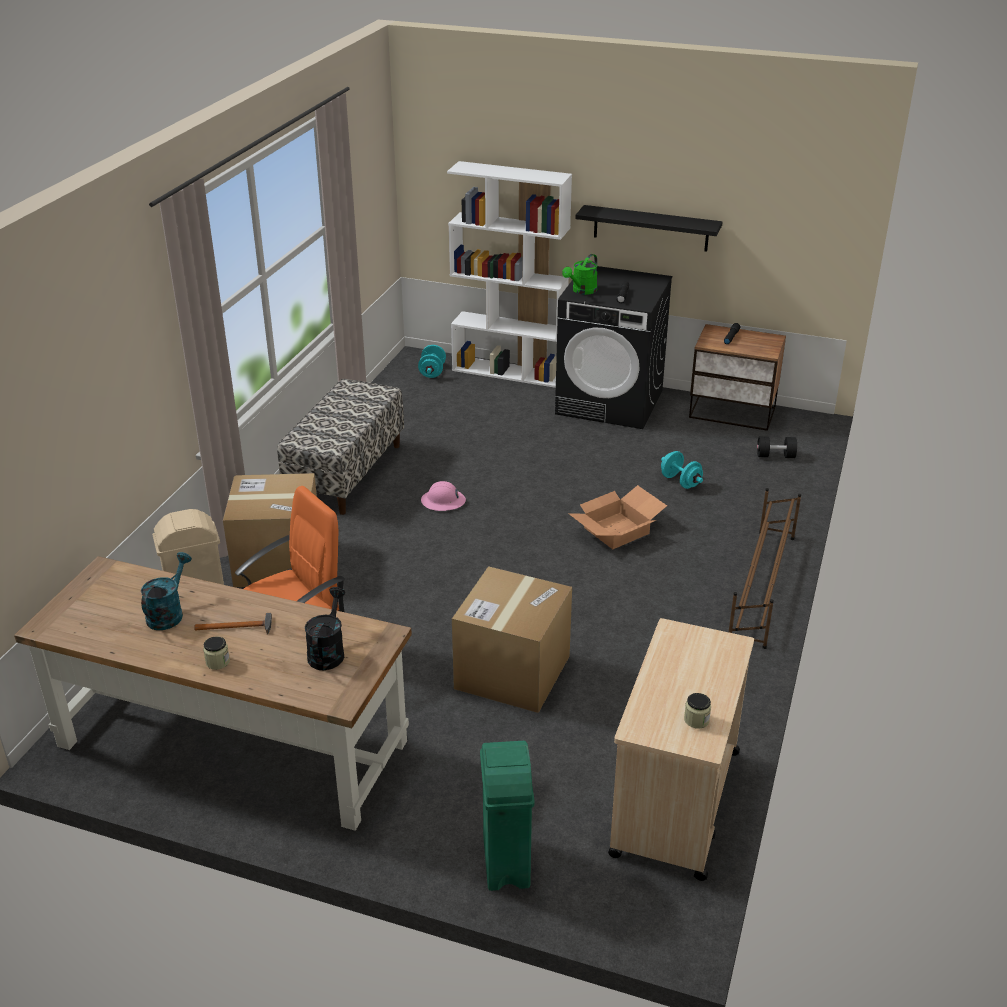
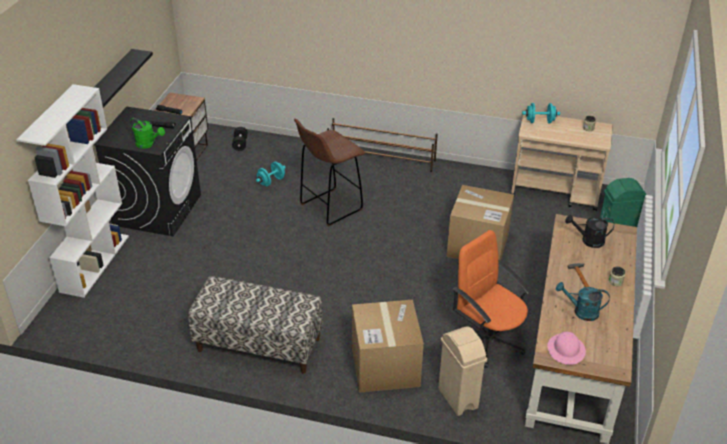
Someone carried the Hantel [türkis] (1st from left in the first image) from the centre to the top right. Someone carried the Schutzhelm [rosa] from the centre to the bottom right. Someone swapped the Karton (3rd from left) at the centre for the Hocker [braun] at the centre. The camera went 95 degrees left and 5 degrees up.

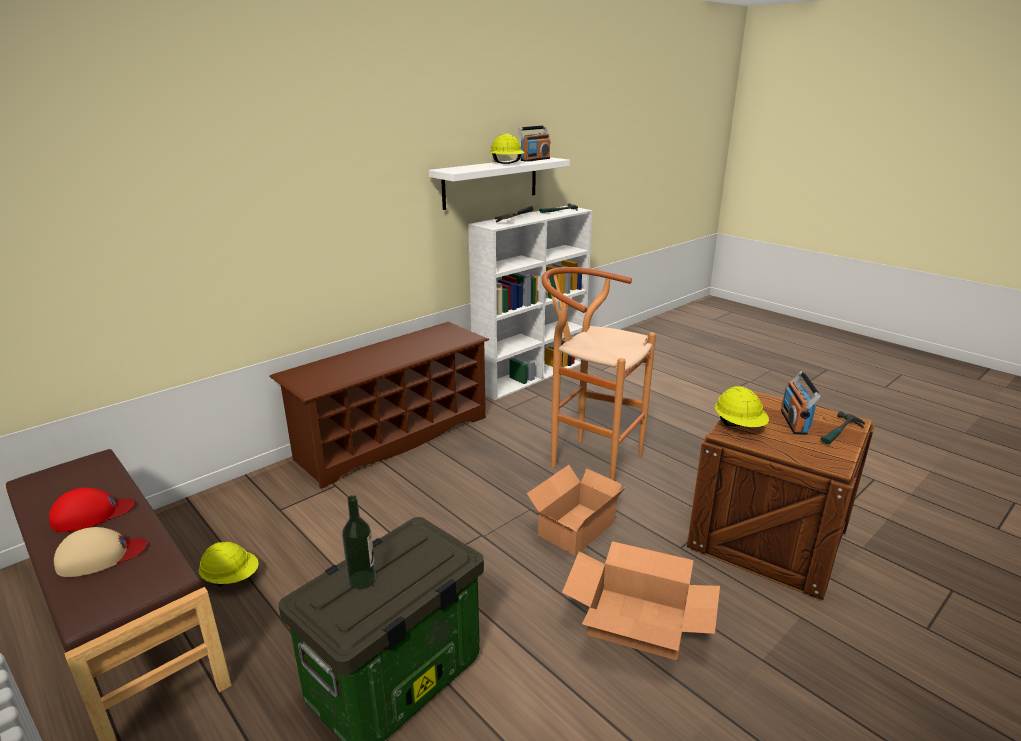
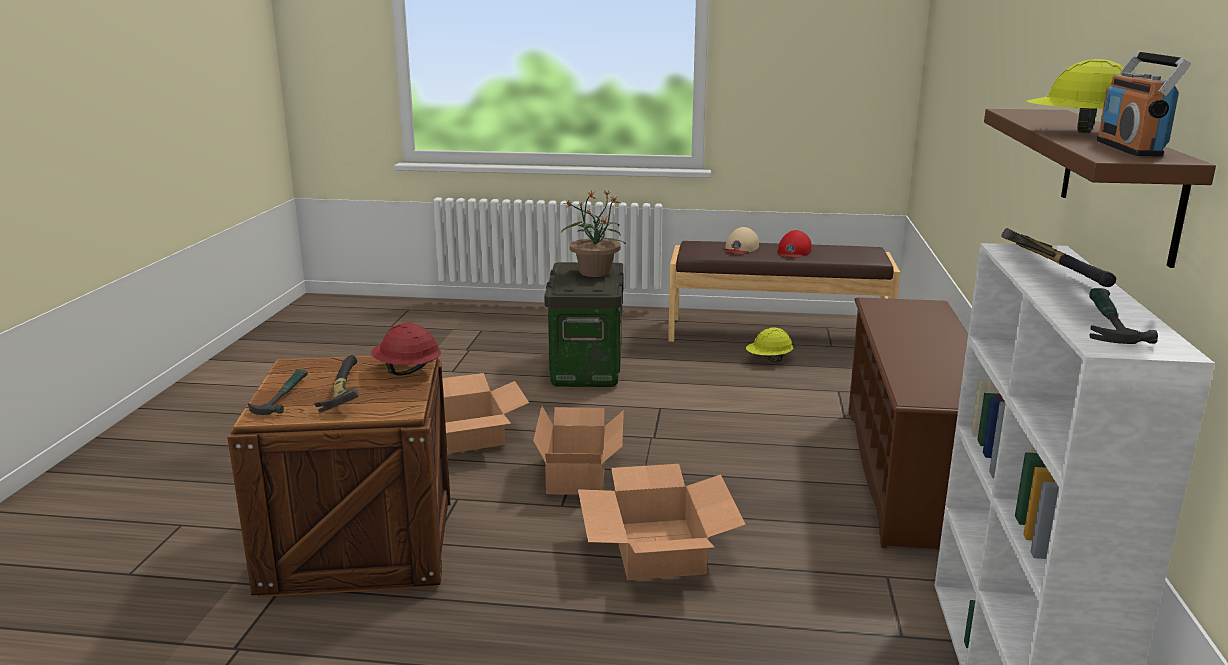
Someone swapped the Flasche at the bottom centre for the Topfpflanze at the centre. Someone repainted the Wandregal [weiß] at the top centre, which became the Wandregal [braun] at the top right. Someone swapped the Hocker [braun] at the centre for the Karton (3rd from left) at the bottom centre. Someone repainted the Schutzhelm [gelb] (3rd from left) at the middle right, which became the Schutzhelm [rot] at the middle left. Someone swapped the Radio (2nd from left) at the middle right for the Hammer (2nd from left) at the middle left. The camera went 140 degrees right and 5 degrees down.

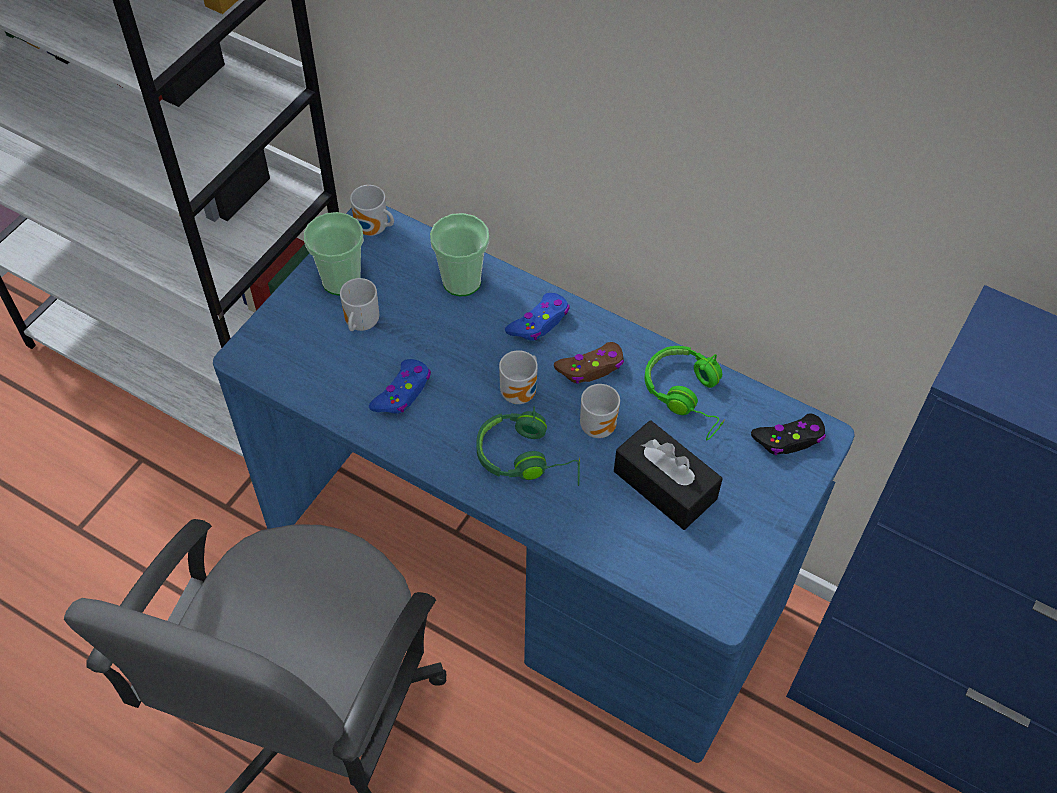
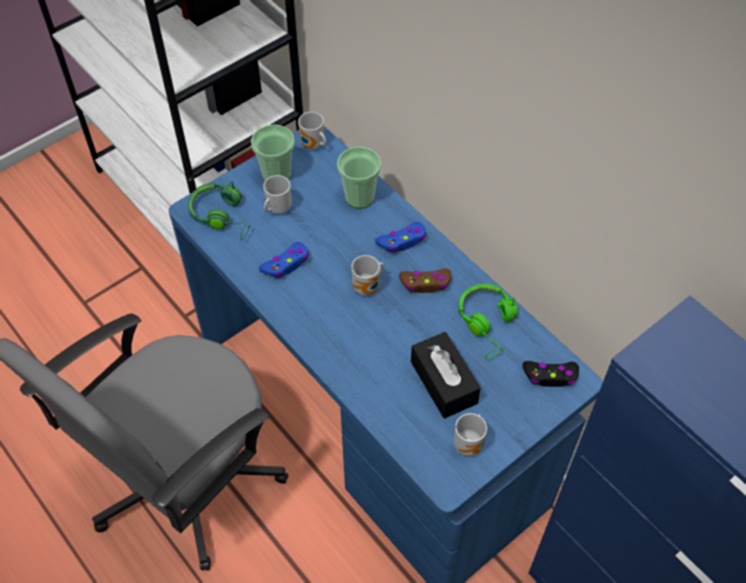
Someone carried the Kopfhörer [grün] (1st from left) from the centre to the middle left. Someone carried the Henkelbecher (4th from left) from the centre to the bottom centre. The camera went 20 degrees right and 0 degrees up.

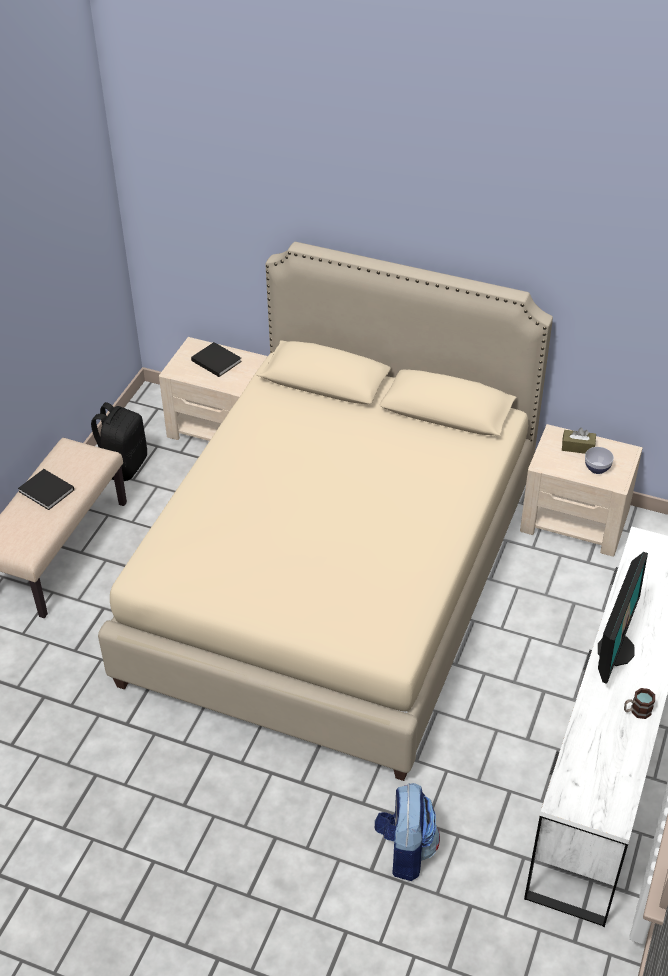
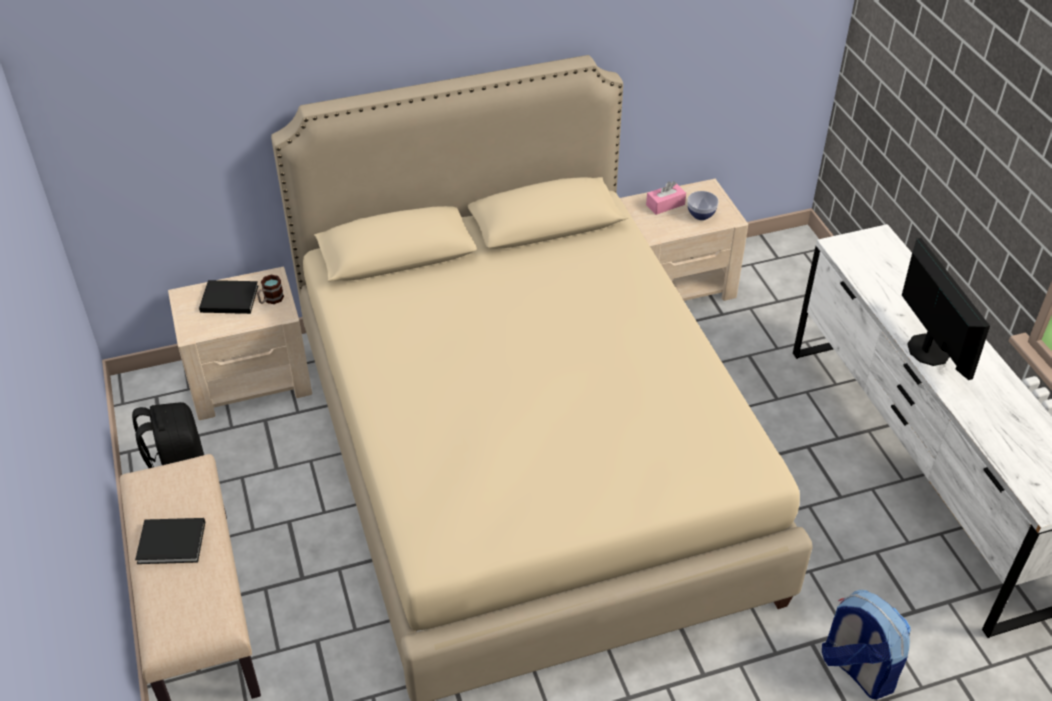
Someone repainted the Taschentuchbox [braun] at the middle right, which became the Taschentuchbox [rosa] at the top centre. Someone carried the Henkelbecher from the bottom right to the middle left. The camera went 40 degrees left and 0 degrees up.

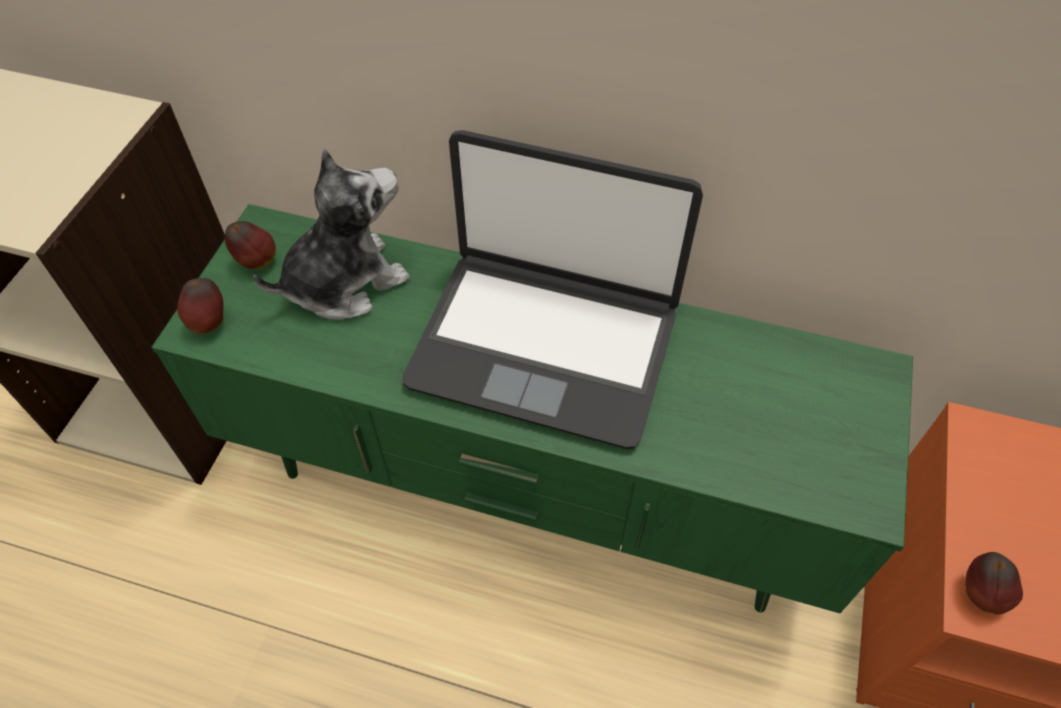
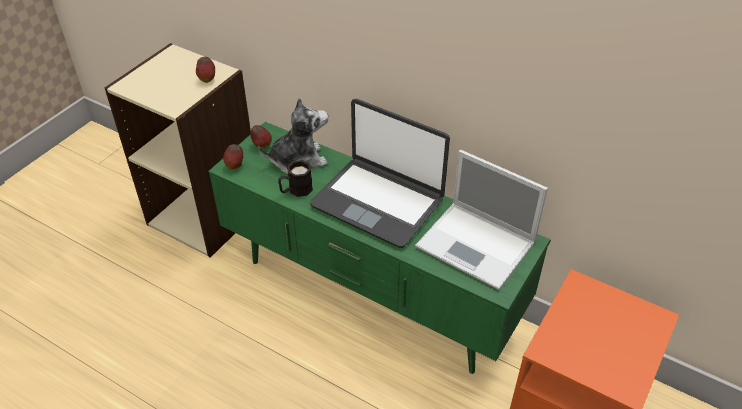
Someone carried the Apfel (3rd from left in the first image) from the bottom right to the top left. Someone put down the Henkelbecher [schwarz] at the centre. Someone put down the Laptop (2nd from left) at the centre. The camera went 15 degrees right and 10 degrees down.

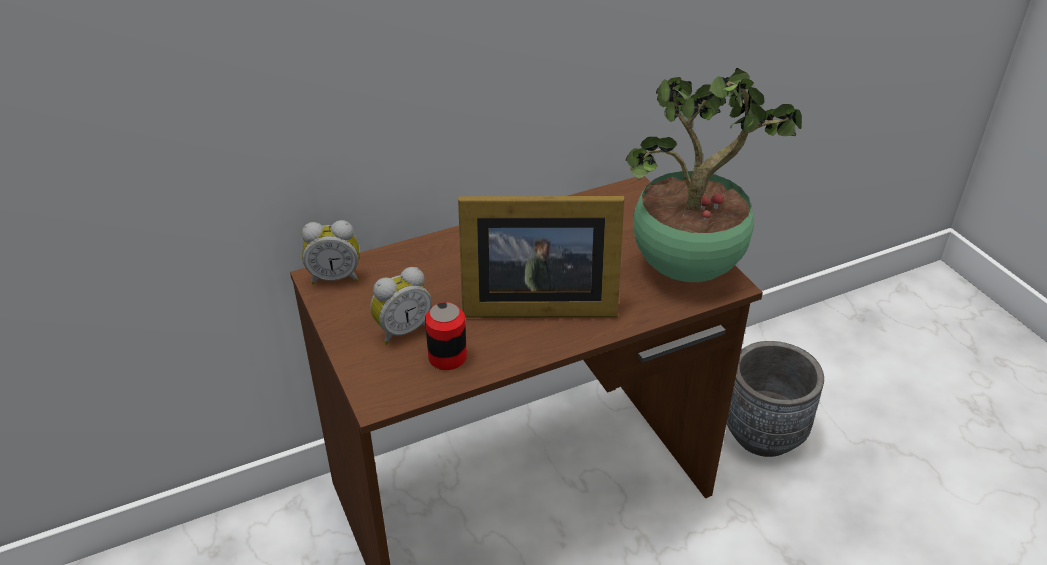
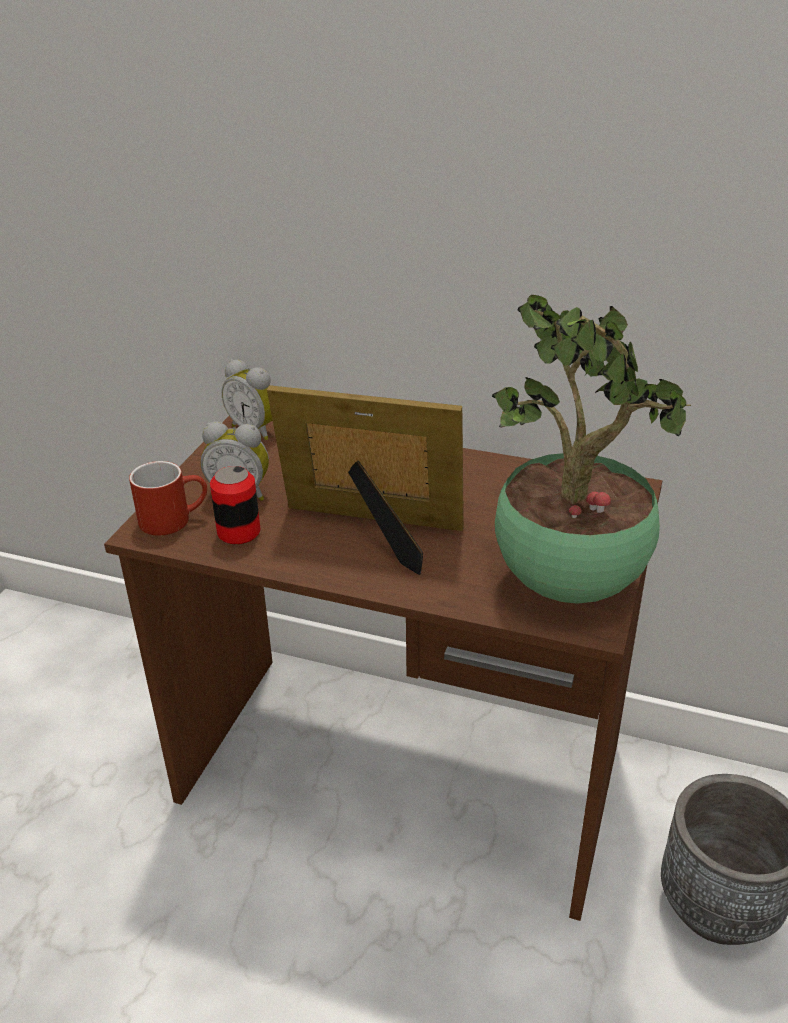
Someone rotated the Bilderrahmen at the centre by 150 degrees clockwise. Someone put down the Henkelbecher [rot] at the middle left. The camera went 45 degrees right and 5 degrees down.

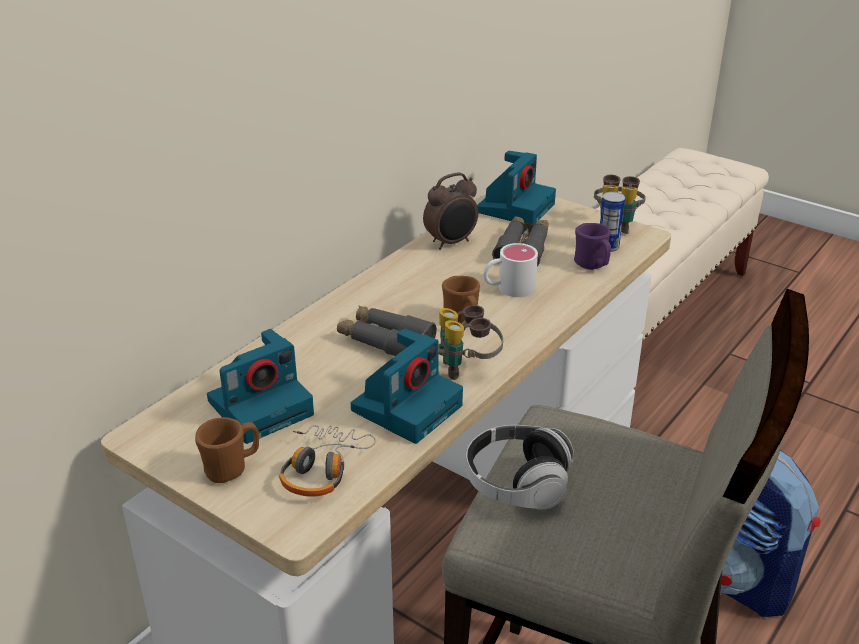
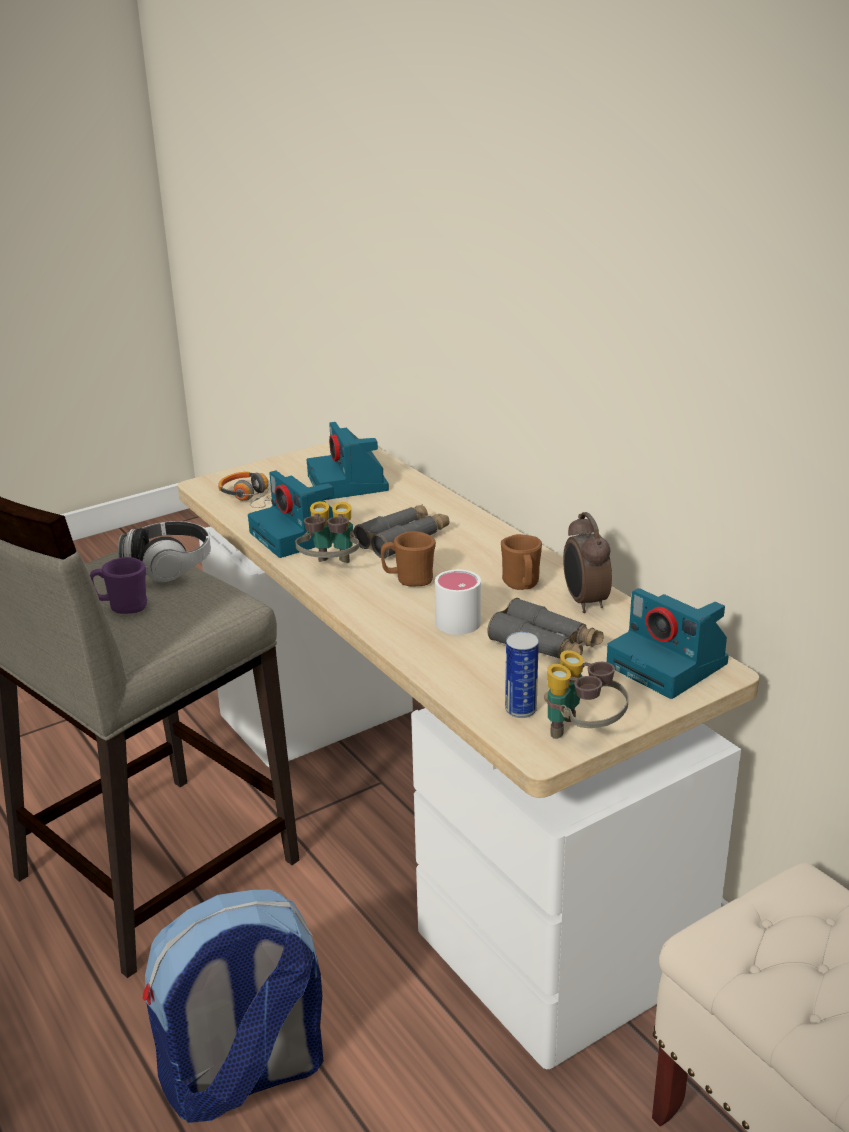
Someone carried the Henkelbecher [braun] (1st from left in the first image) from the bottom left to the centre. Someone carried the Henkelbecher [lila] from the middle right to the middle left. The camera went 110 degrees right and 5 degrees down.

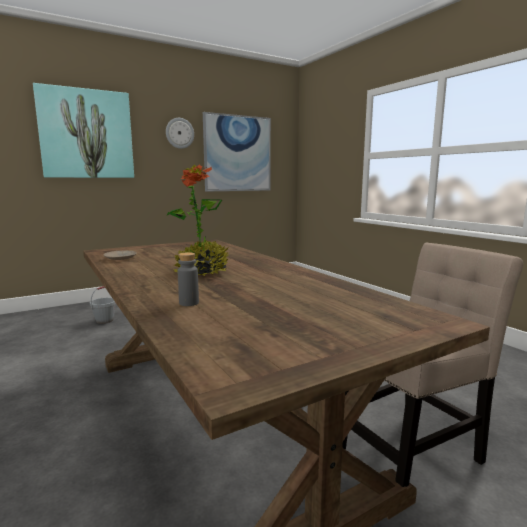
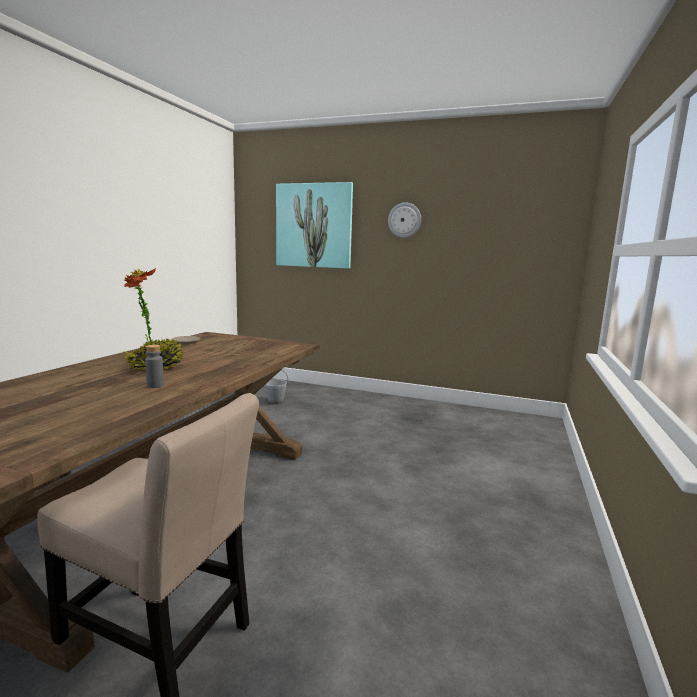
Someone carried the Flasche [grau] from the centre to the middle left. Someone took away the Bild (2nd from left) at the top centre. The camera went 50 degrees right and 0 degrees up.

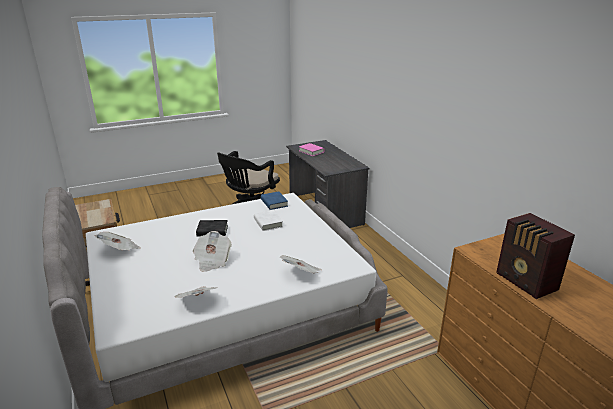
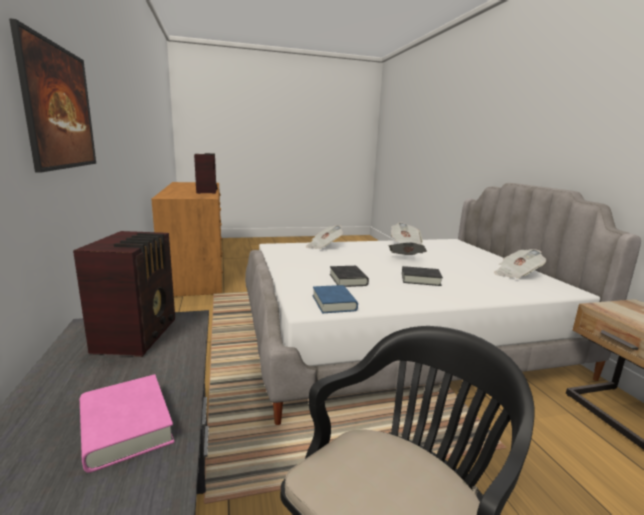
Someone repainted the Buch [weiß] at the centre, which became the Buch [schwarz] (1st from left) at the centre. Someone put up the Bild at the top left. Someone put down the Radio (1st from left) at the middle left. The camera went 170 degrees left and 10 degrees down.

